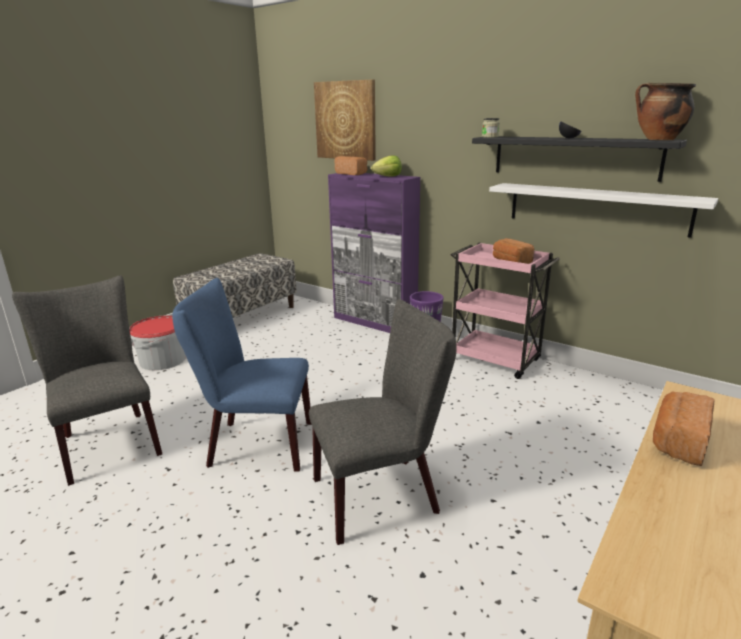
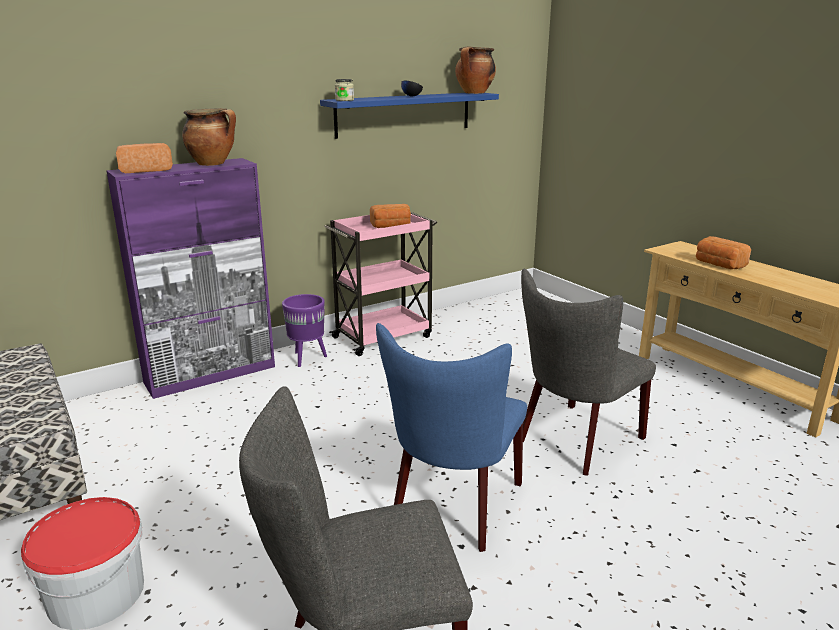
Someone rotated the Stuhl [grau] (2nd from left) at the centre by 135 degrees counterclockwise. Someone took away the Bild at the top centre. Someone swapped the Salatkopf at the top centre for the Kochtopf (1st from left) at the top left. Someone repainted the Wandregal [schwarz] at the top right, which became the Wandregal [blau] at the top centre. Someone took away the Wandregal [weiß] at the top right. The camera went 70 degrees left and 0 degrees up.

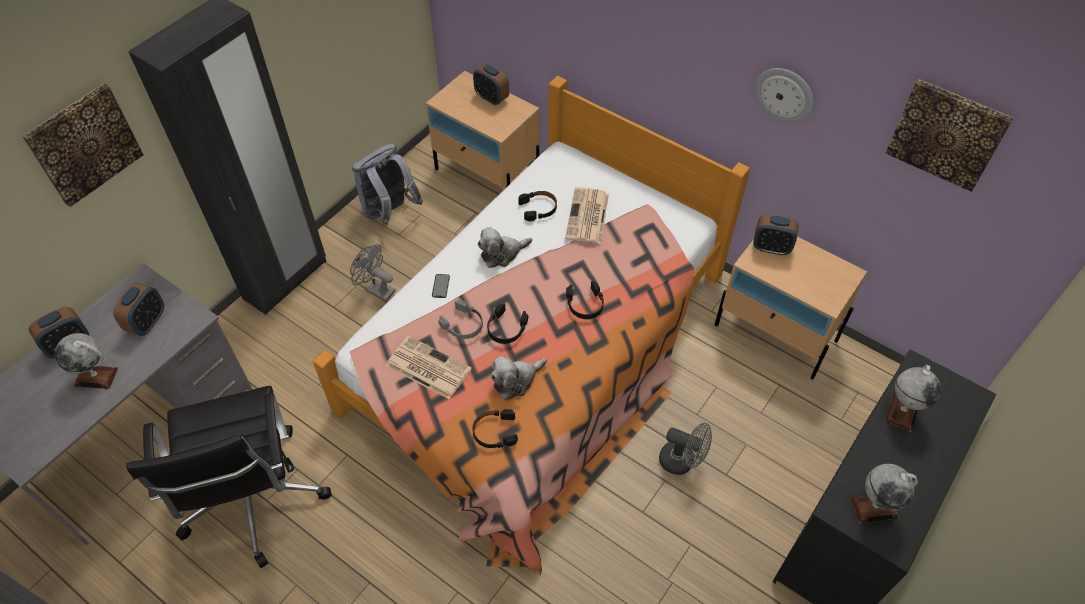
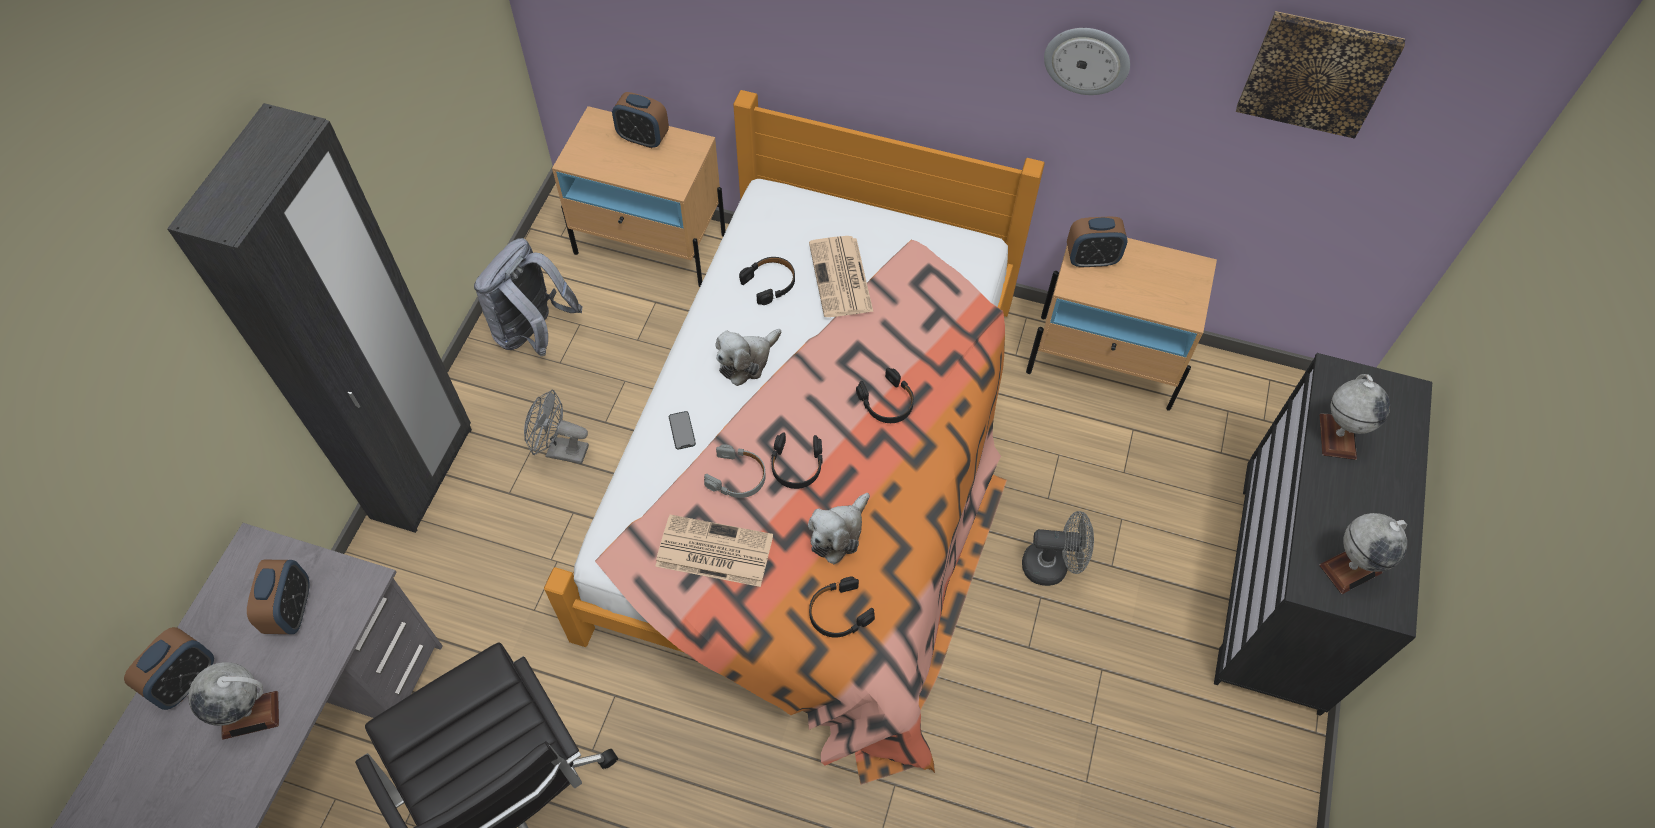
Someone took away the Bild (1st from left) at the top left. The camera went 20 degrees left and 5 degrees up.

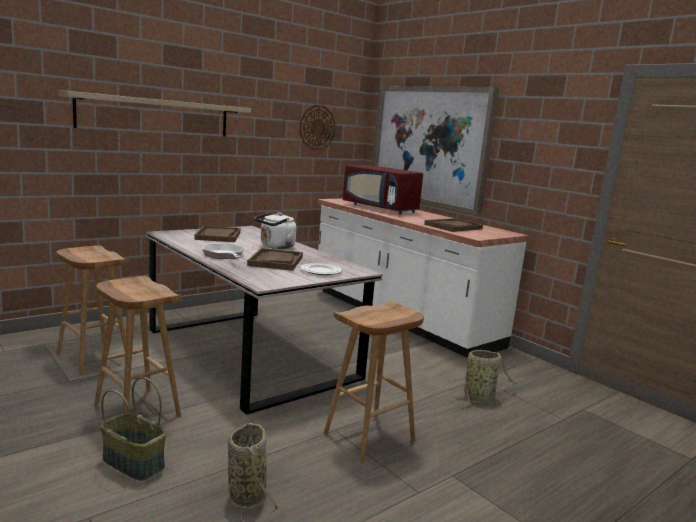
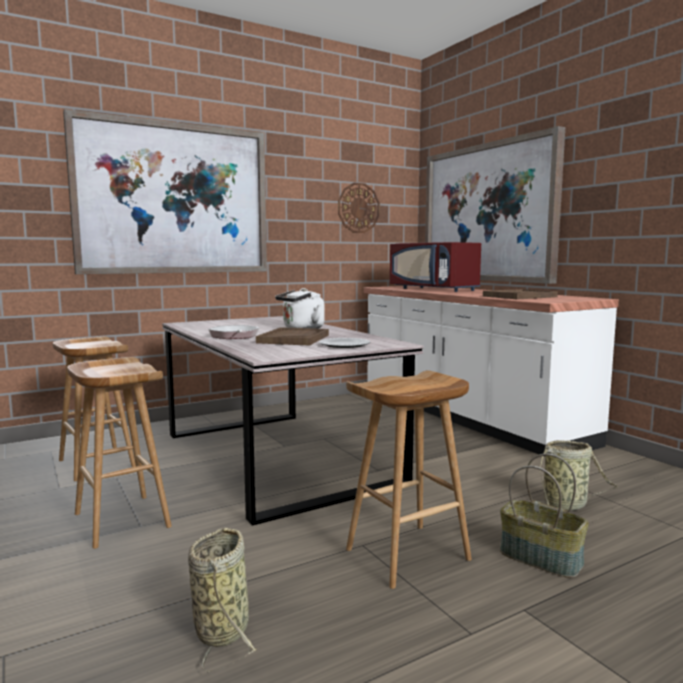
Someone swapped the Wandregal at the top left for the Bild (1st from left) at the top left. Someone carried the Korb (1st from left in the first image) from the bottom left to the bottom right. Someone took away the Tablett [braun] (1st from left) at the middle left. The camera went 10 degrees right and 5 degrees down.

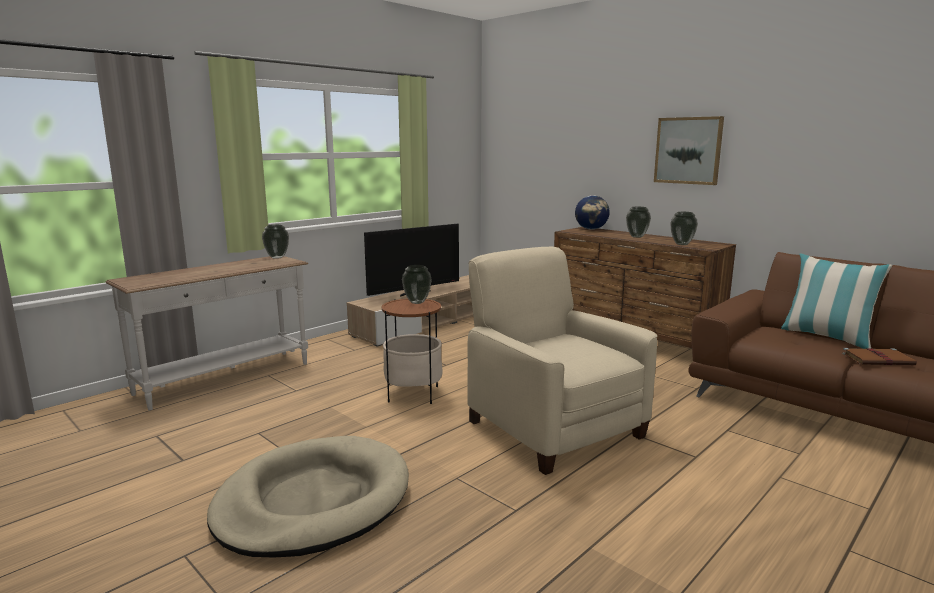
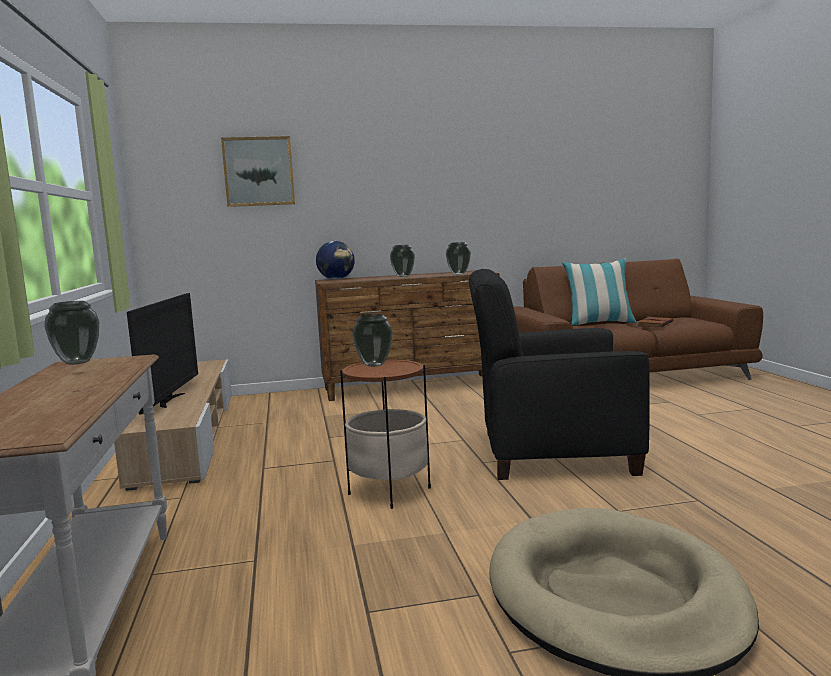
Someone repainted the Sessel [beige] at the centre, which became the Sessel [schwarz] at the middle right. Someone carried the Bild from the top right to the top left. The camera went 55 degrees left and 5 degrees down.

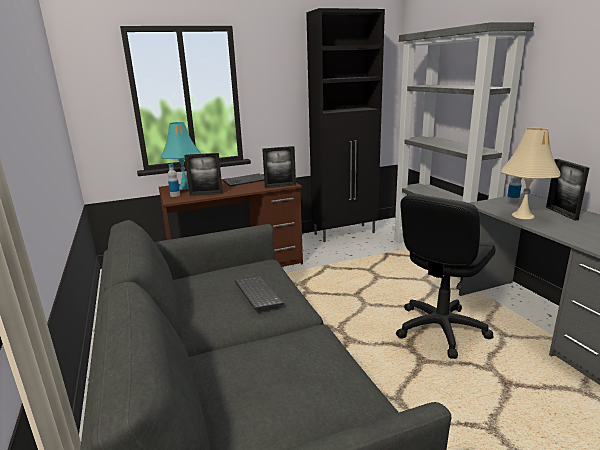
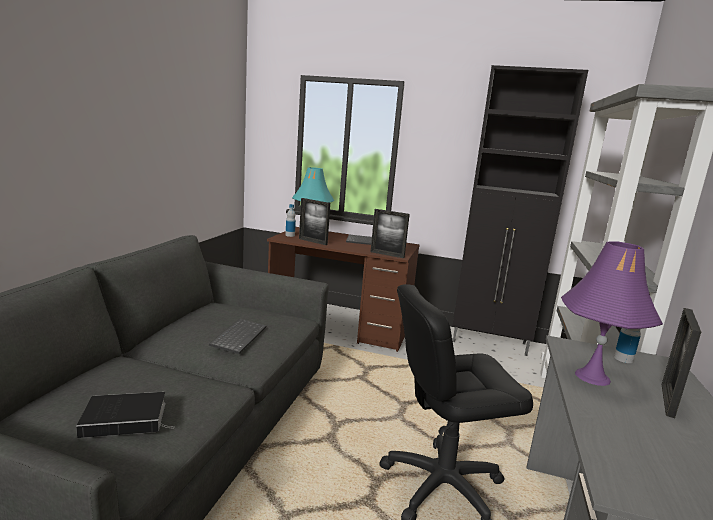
Someone repainted the Tischlampe [beige] at the middle right, which became the Tischlampe [lila] at the middle right. Someone put down the Buch at the bottom left. The camera went 35 degrees right and 5 degrees down.

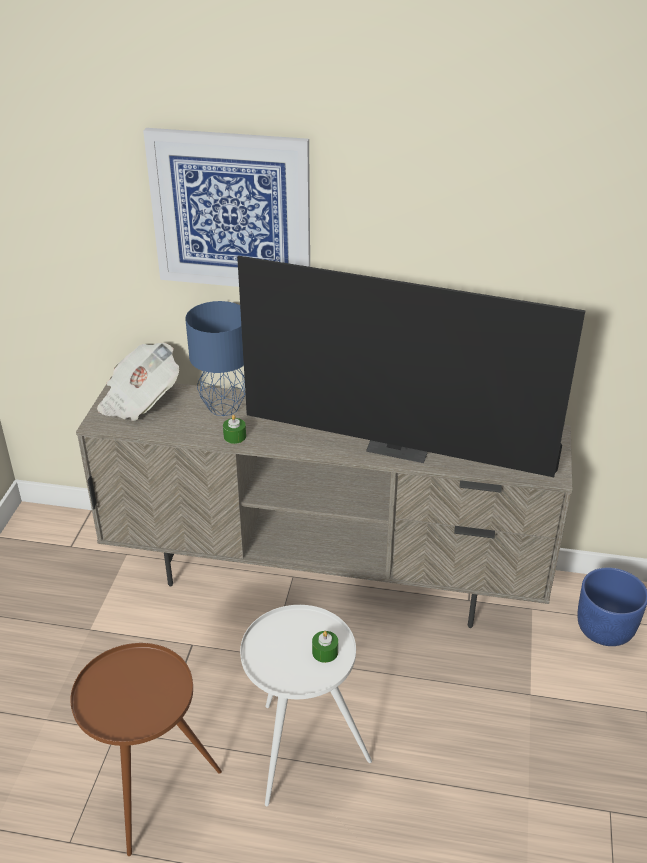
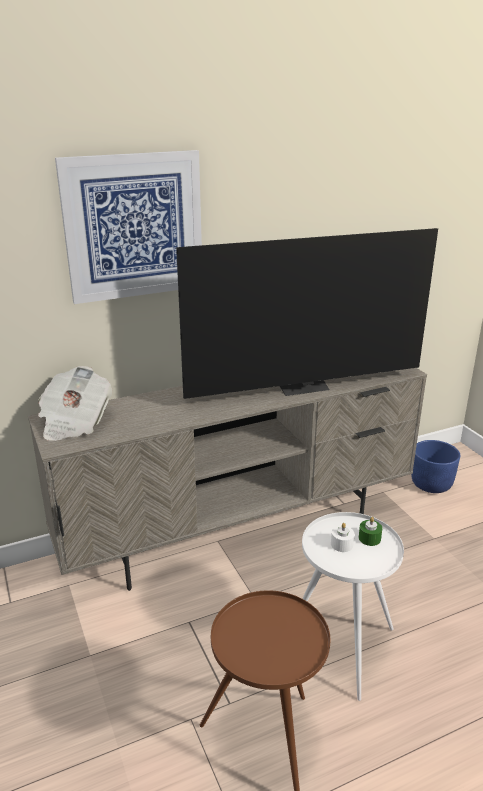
Someone took away the Tischlampe [blau] at the middle left. Someone took away the Kerze [grün] (1st from left) at the centre. Someone put down the Kerze [weiß] at the bottom right. The camera went 35 degrees left and 10 degrees down.

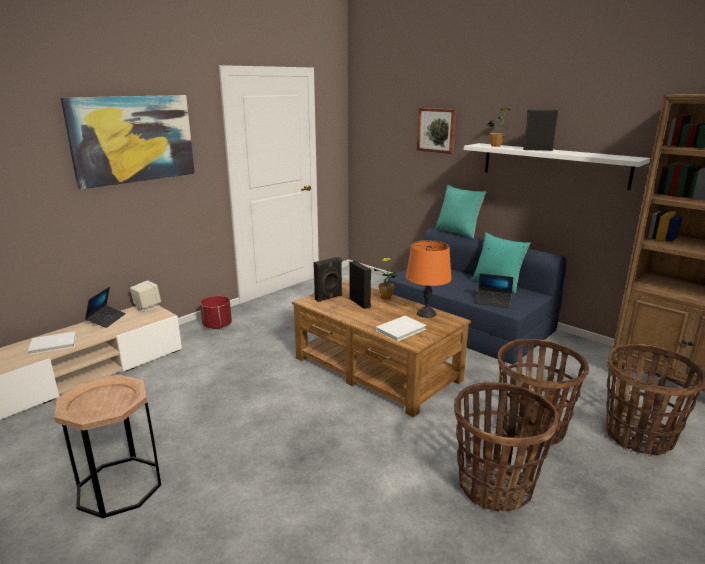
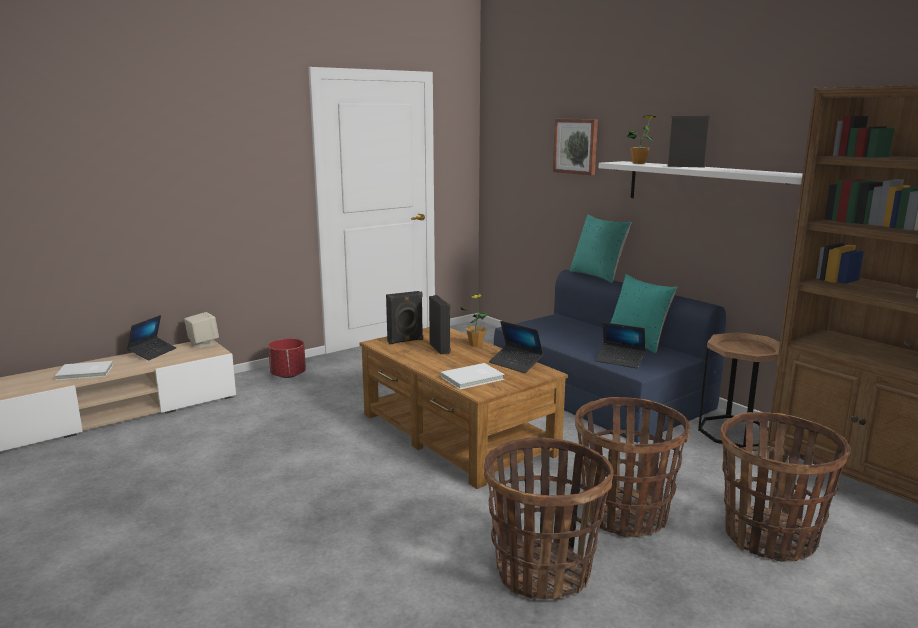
Someone carried the Beistelltisch [braun] from the bottom left to the middle right. Someone took away the Bild (1st from left) at the top left. Someone swapped the Tischlampe [orange] at the centre for the Laptop (2nd from left) at the centre. The camera went 10 degrees right and 5 degrees down.

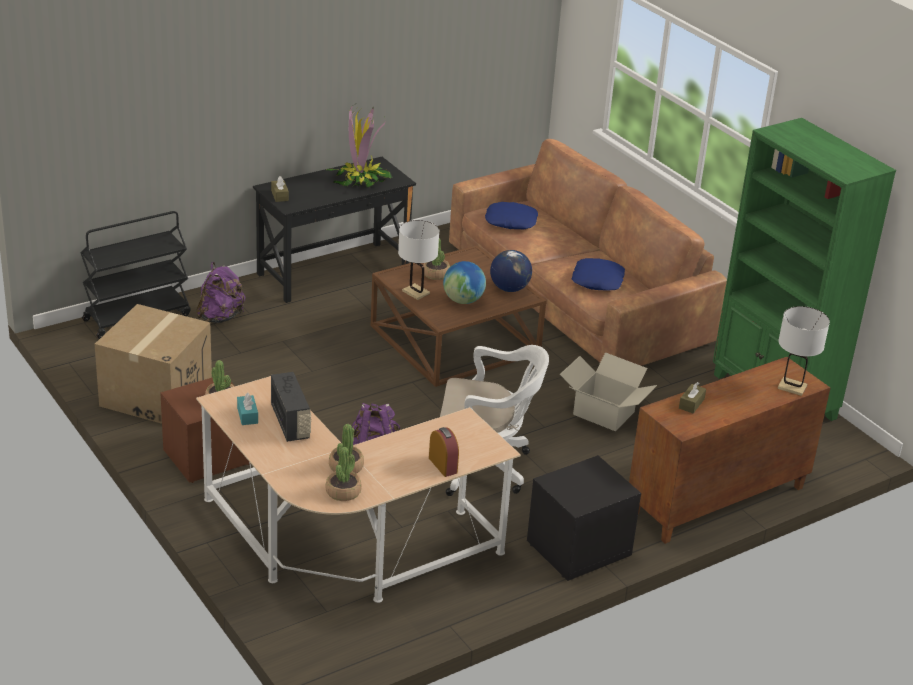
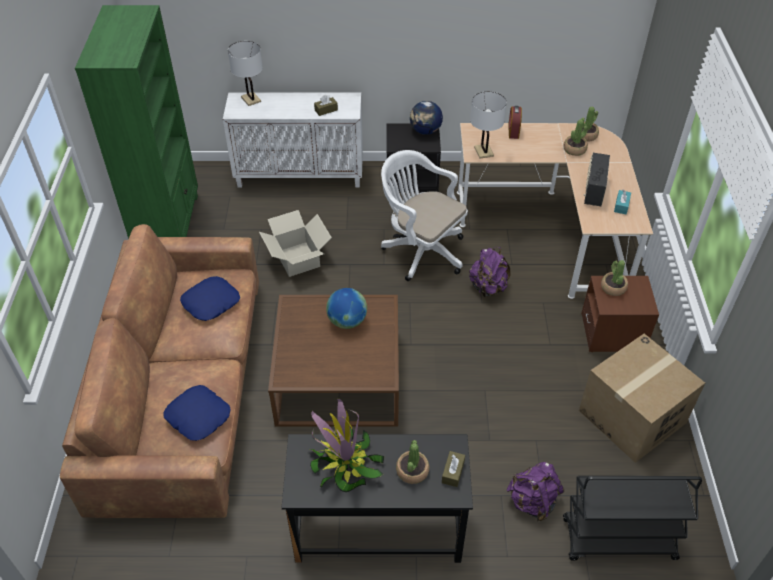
Someone carried the Tischlampe [weiß] (1st from left in the first image) from the centre to the top centre. Someone carried the Topfpflanze (5th from left in the first image) from the centre to the bottom centre. Someone carried the Globus (2nd from left) from the centre to the top centre. Someone repainted the Schrank [braun] at the middle right, which became the Schrank [weiß] at the top centre. The camera went 145 degrees left and 15 degrees up.

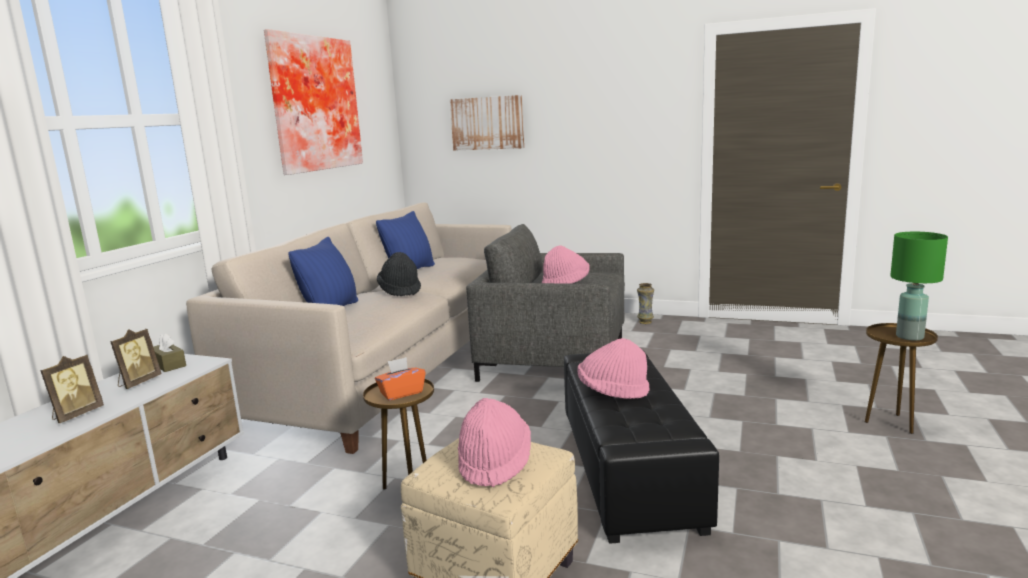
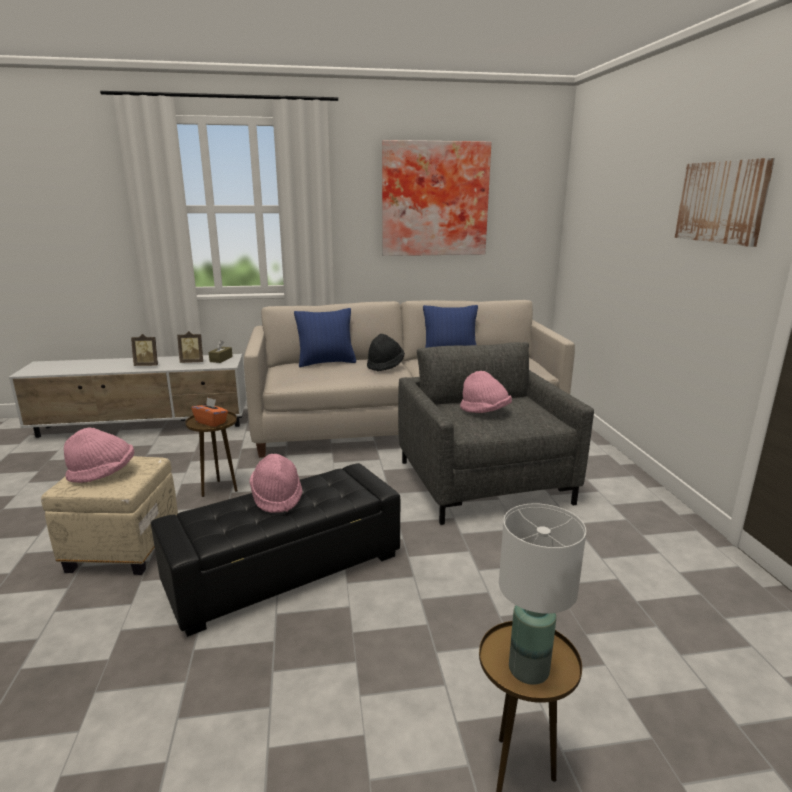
Someone carried the Bild (2nd from left) from the top centre to the top right. Someone took away the Vase at the centre. Someone repainted the Tischlampe [grün] at the middle right, which became the Tischlampe [weiß] at the bottom right. The camera went 60 degrees right and 5 degrees up.

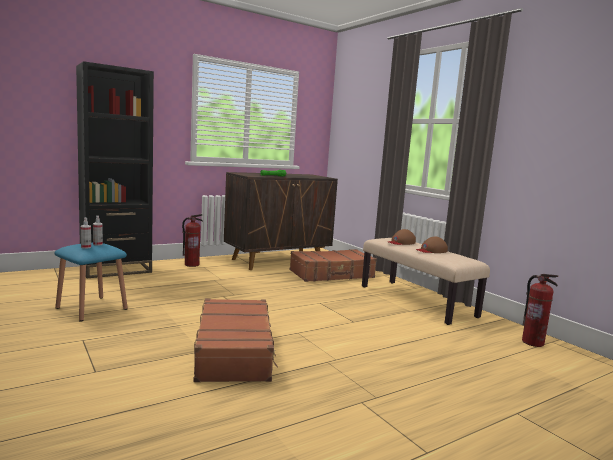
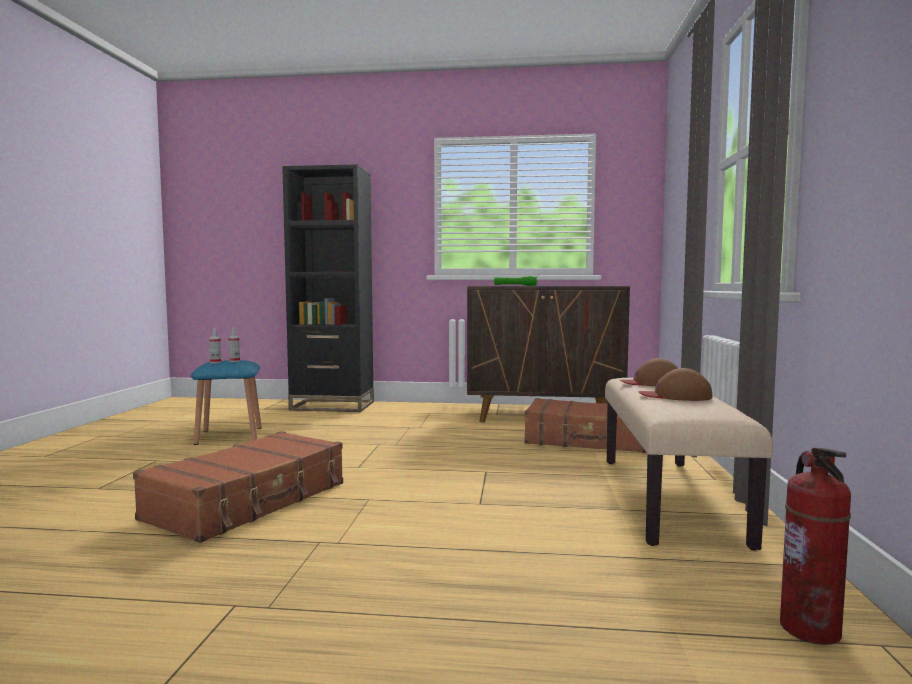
Someone took away the Feuerlöscher (1st from left) at the middle left. The camera went 40 degrees right and 5 degrees down.

